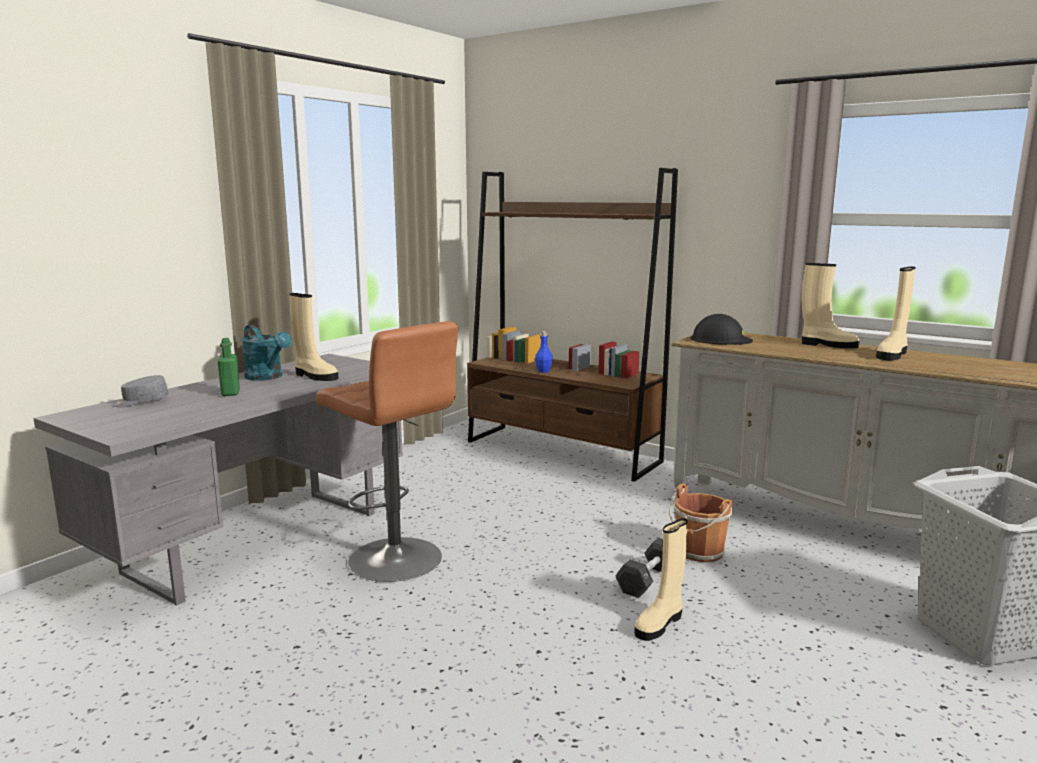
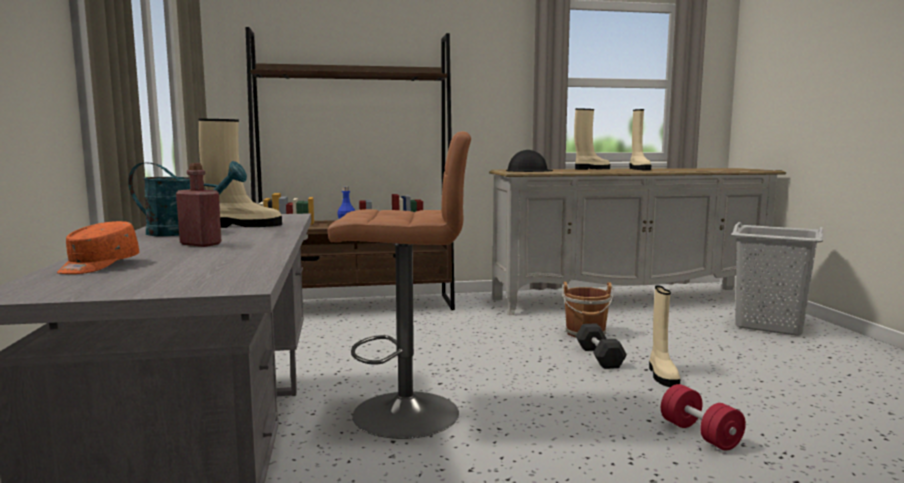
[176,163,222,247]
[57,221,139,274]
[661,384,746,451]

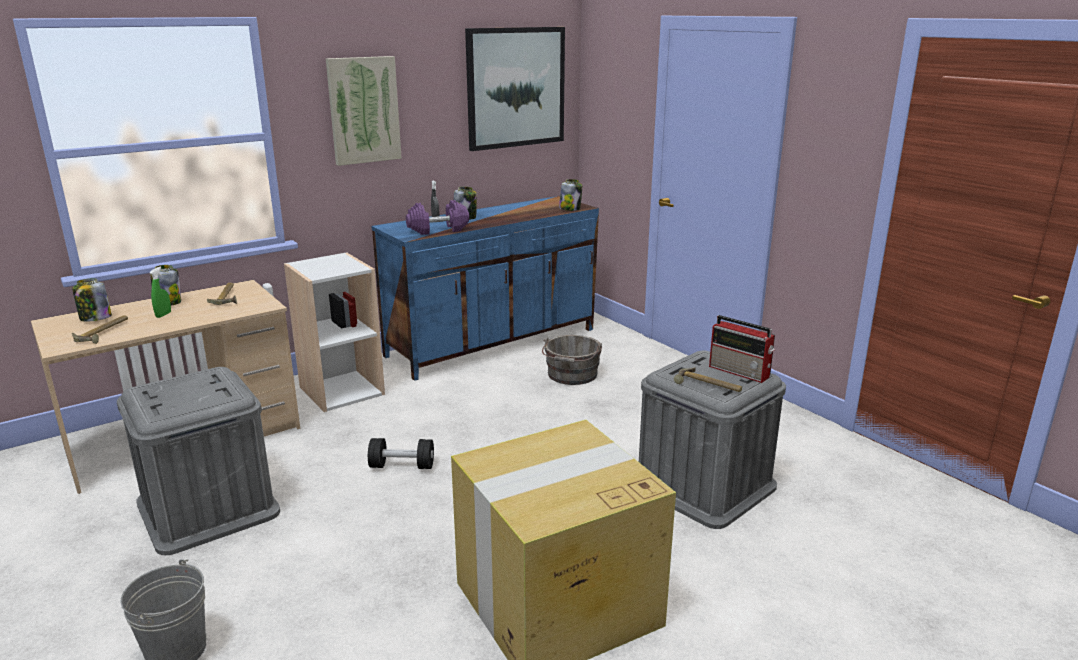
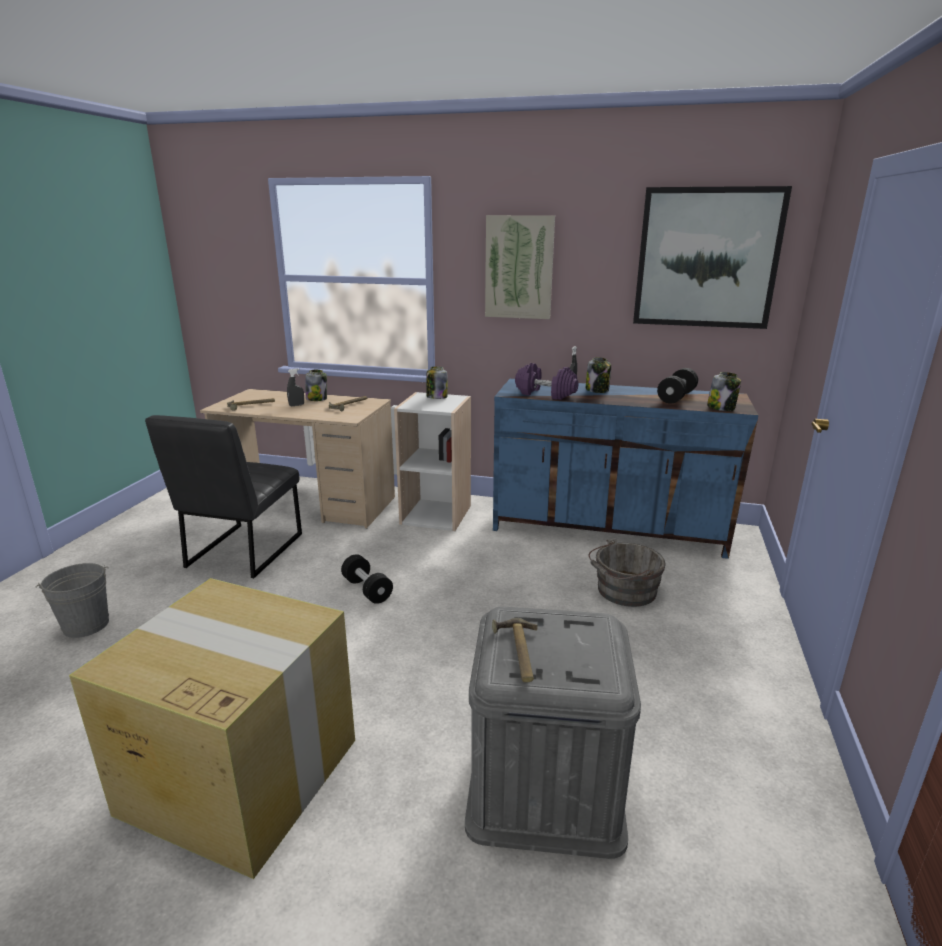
[287,368,304,406]
[426,367,448,399]
[709,315,775,383] (first image)
[145,415,302,578]
[657,368,698,403]

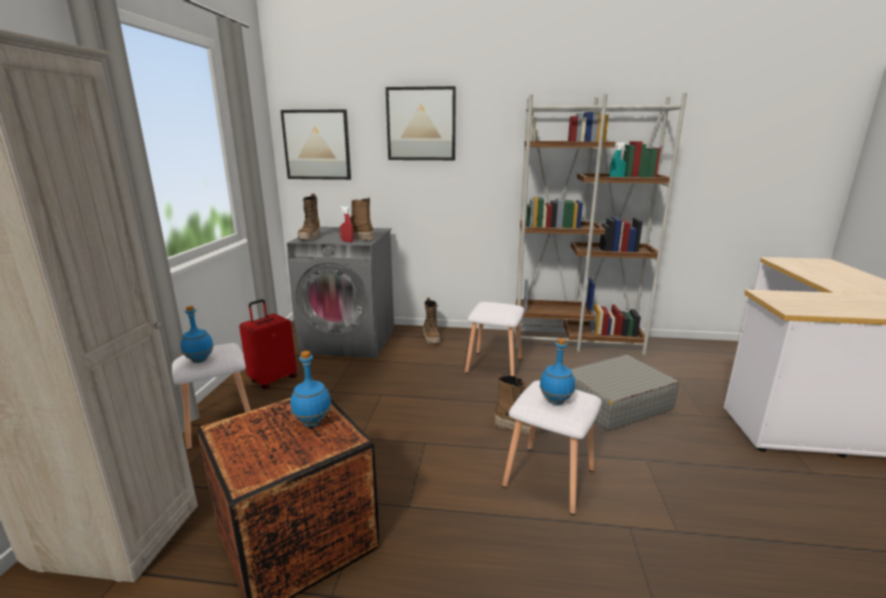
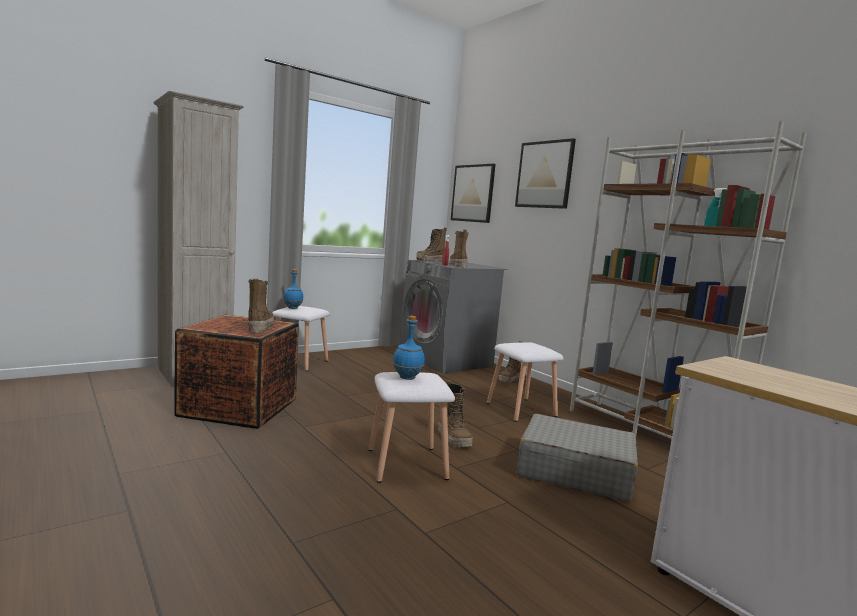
[239,299,297,389] (first image)
[248,279,274,333]

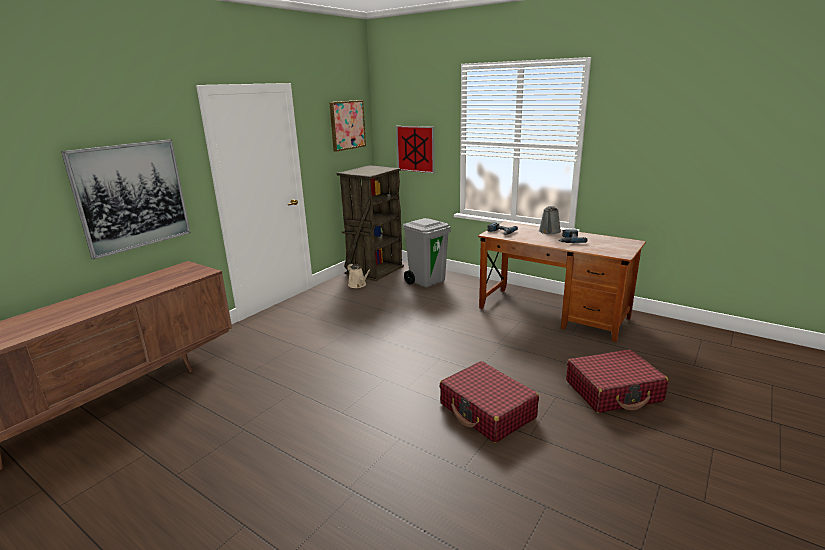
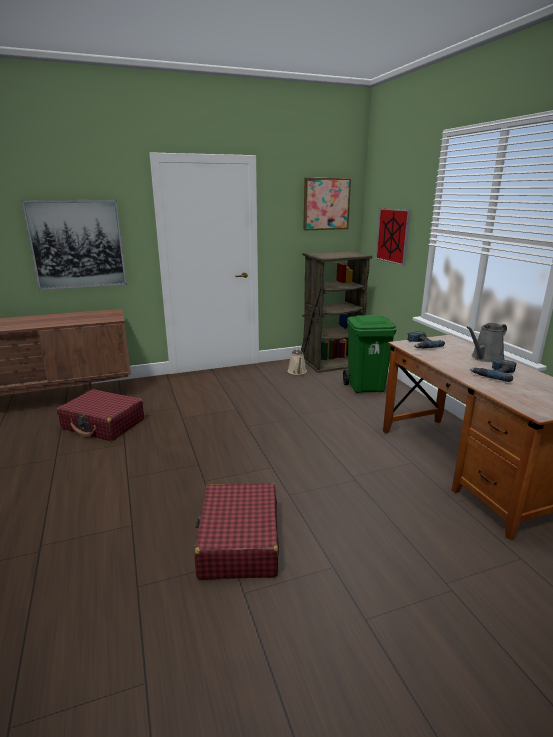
[343,315,396,393]
[57,389,144,441]

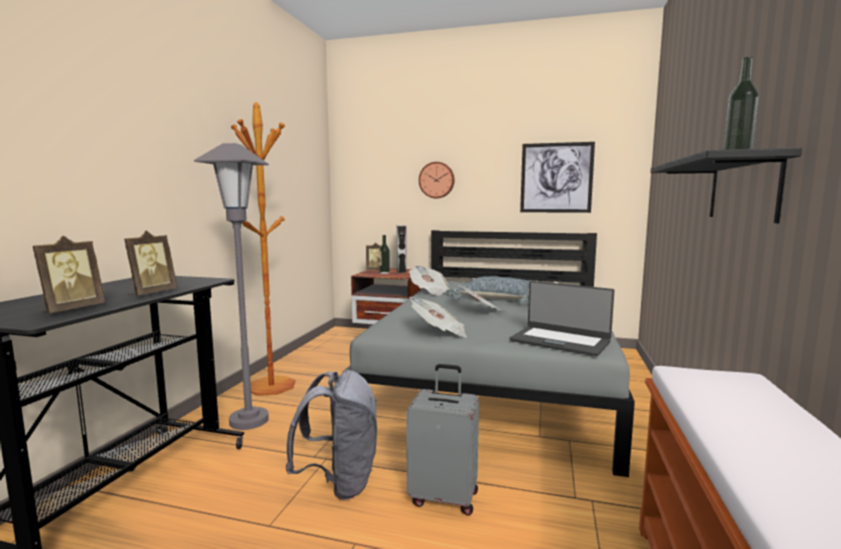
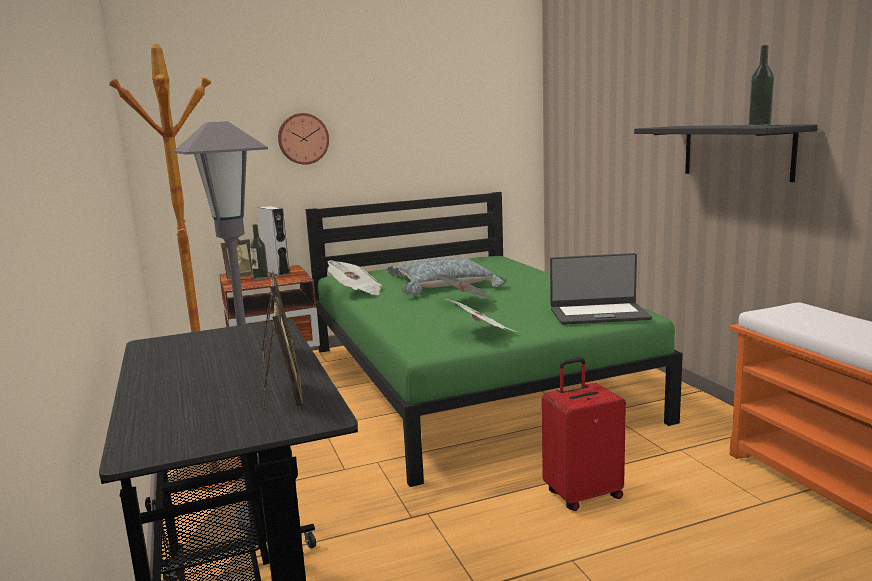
[520,142,595,213] (first image)
[306,192,683,487]
[542,357,626,511]
[285,370,377,500] (first image)

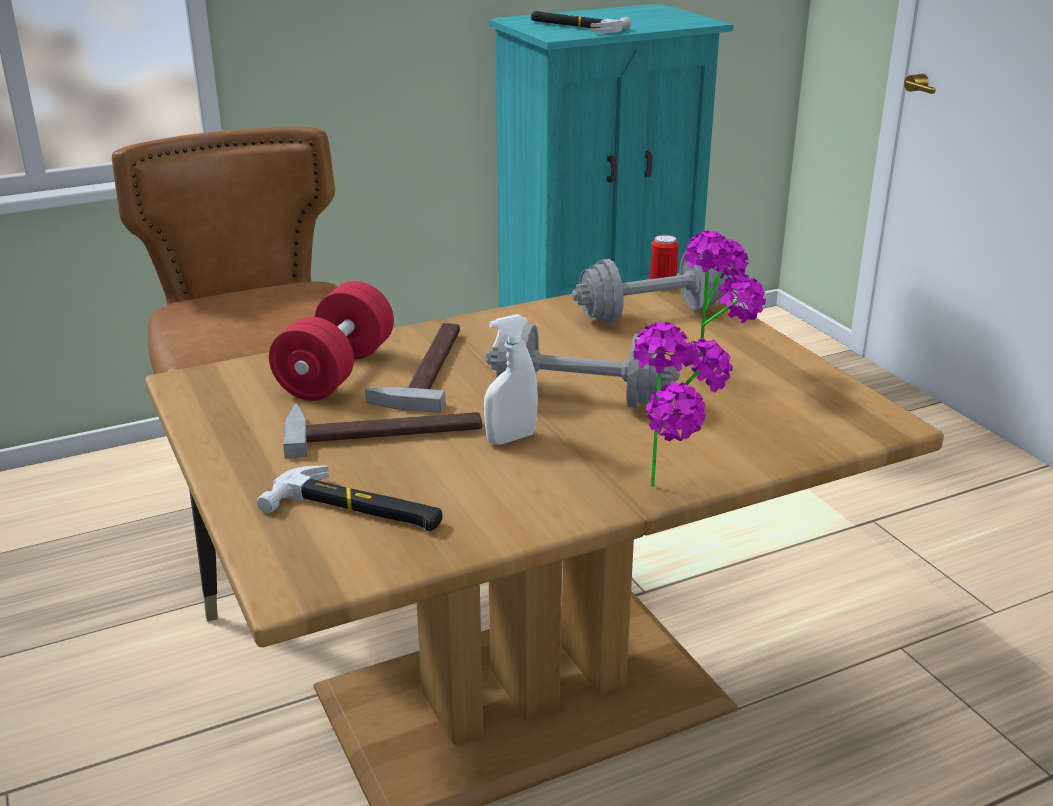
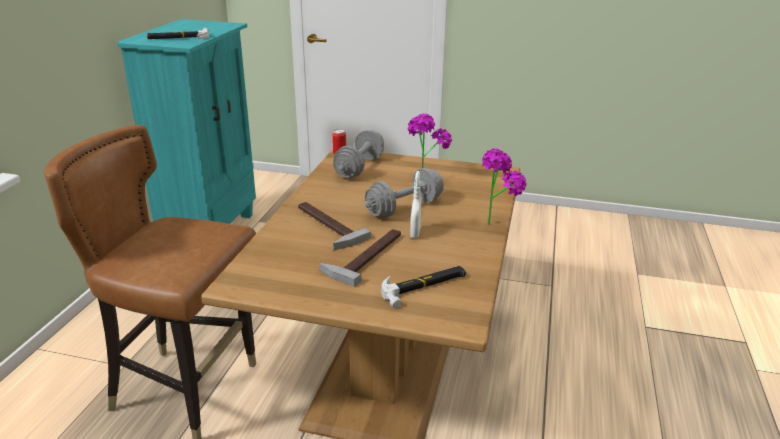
[269,281,394,401] (first image)

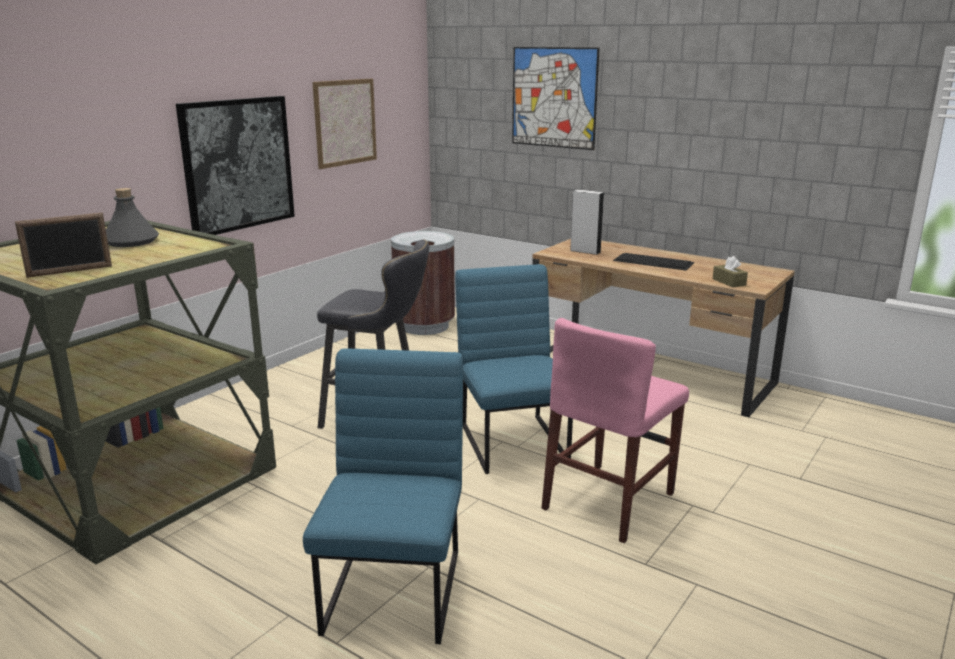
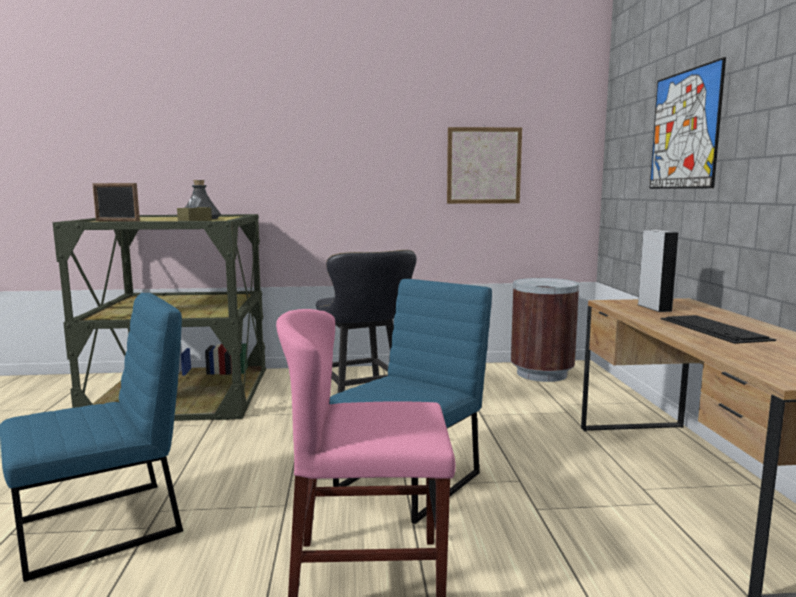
[176,96,295,235] (first image)
[177,195,212,221]

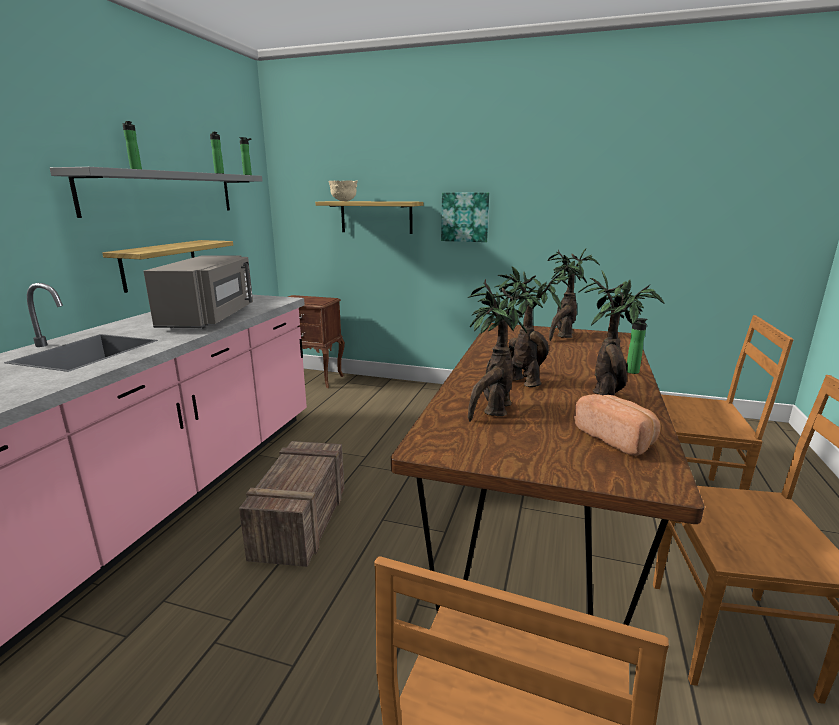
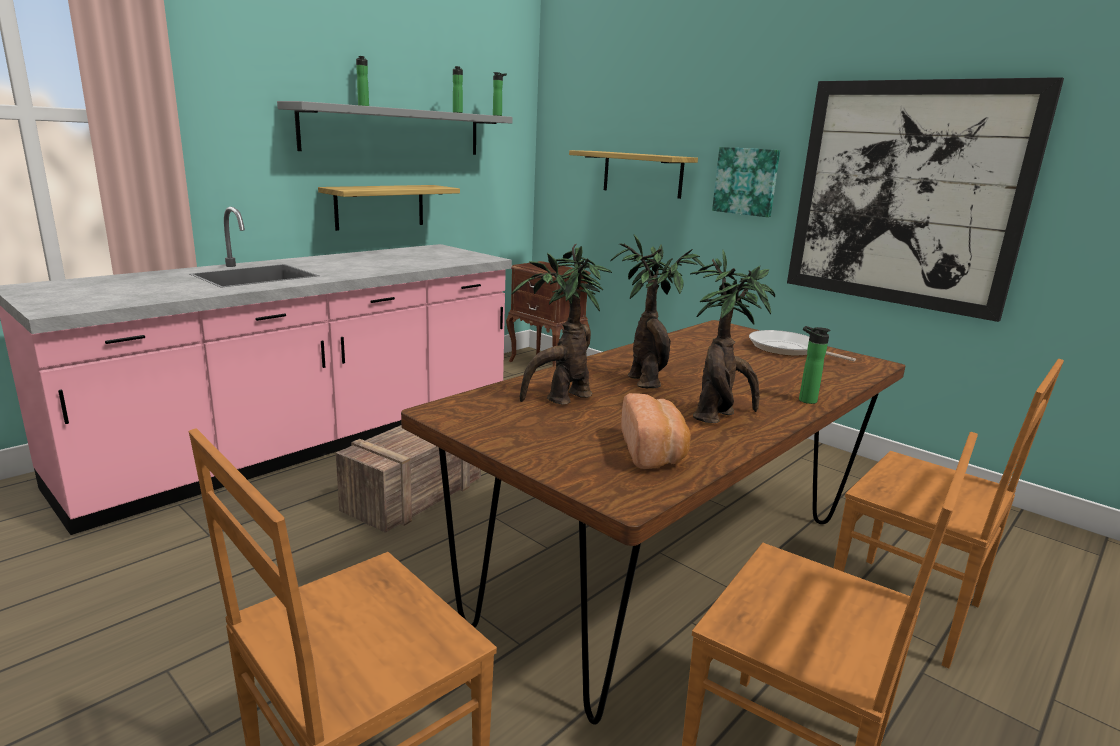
[328,180,358,201] (first image)
[749,330,856,361]
[143,255,253,328] (first image)
[787,77,1064,322]

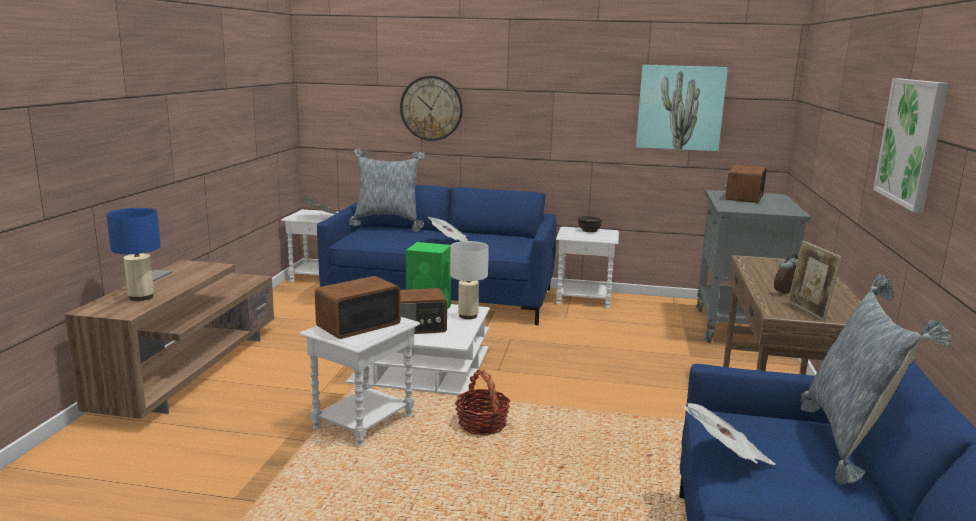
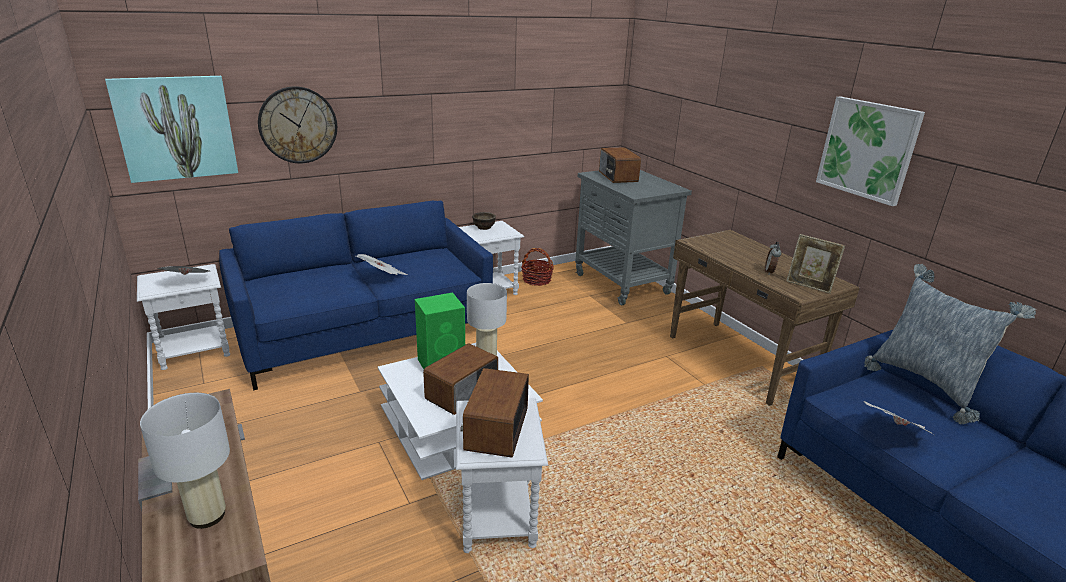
[105,76,238,183]
[349,148,425,232] (first image)
[140,393,230,529]
[521,248,554,286]

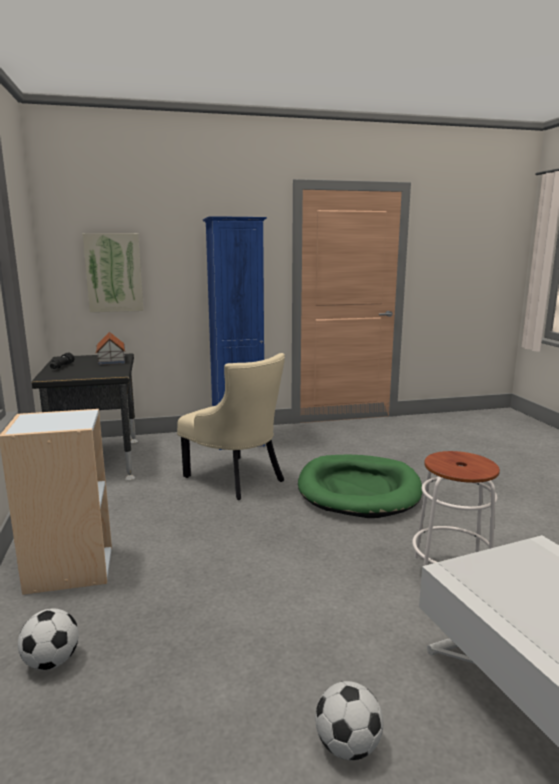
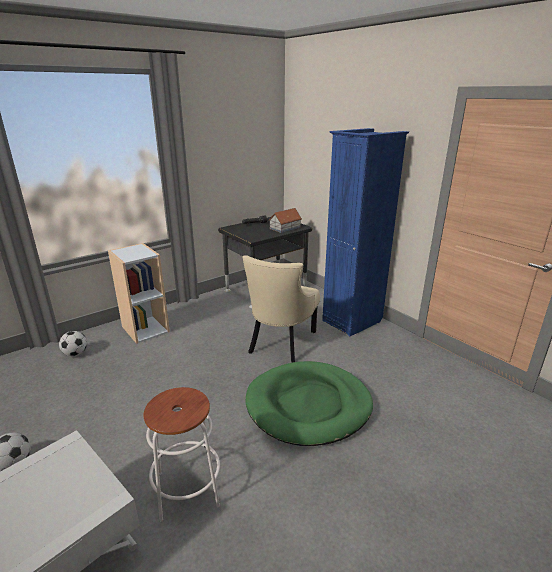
[82,233,144,312] (first image)

